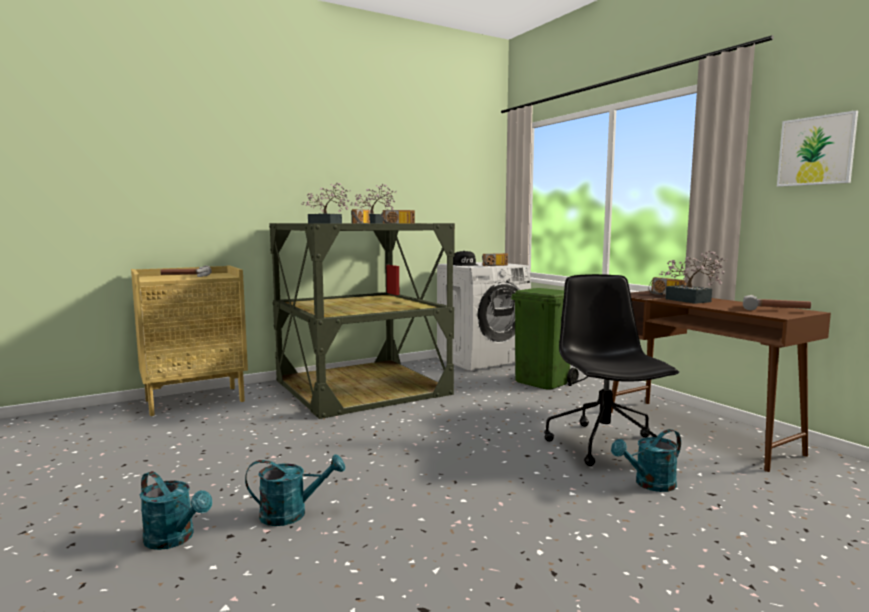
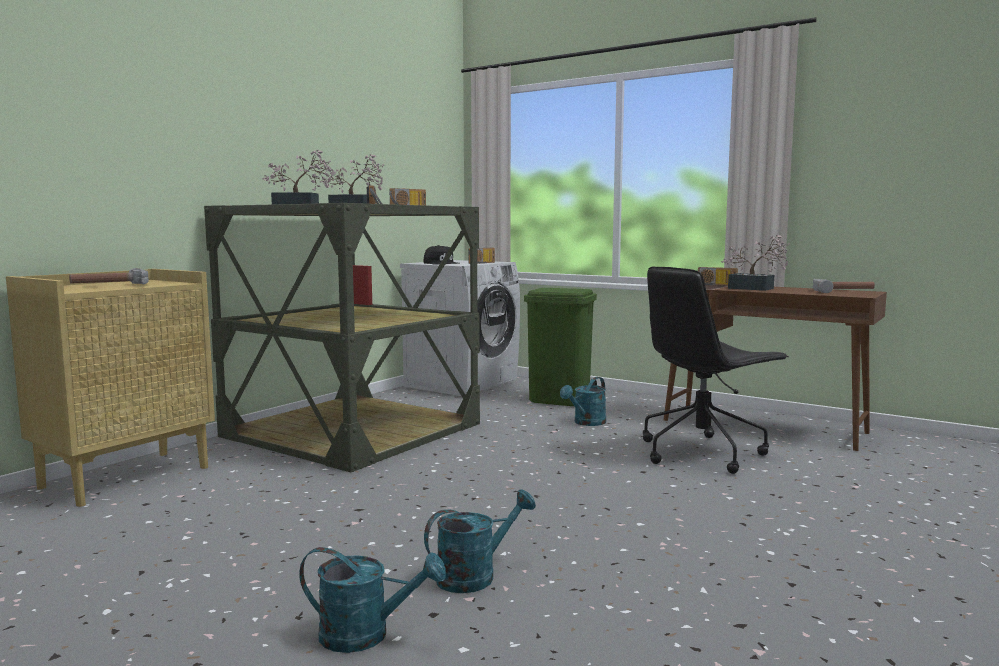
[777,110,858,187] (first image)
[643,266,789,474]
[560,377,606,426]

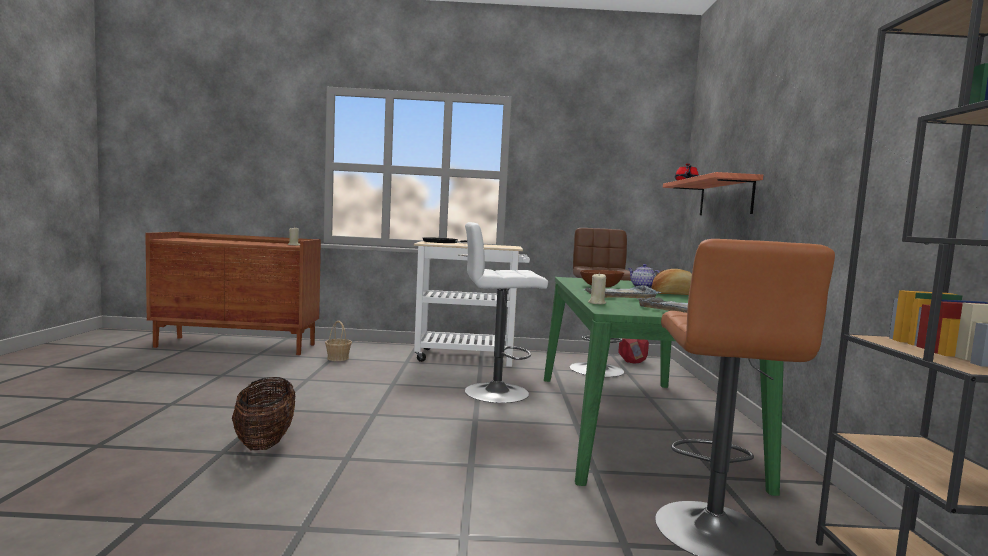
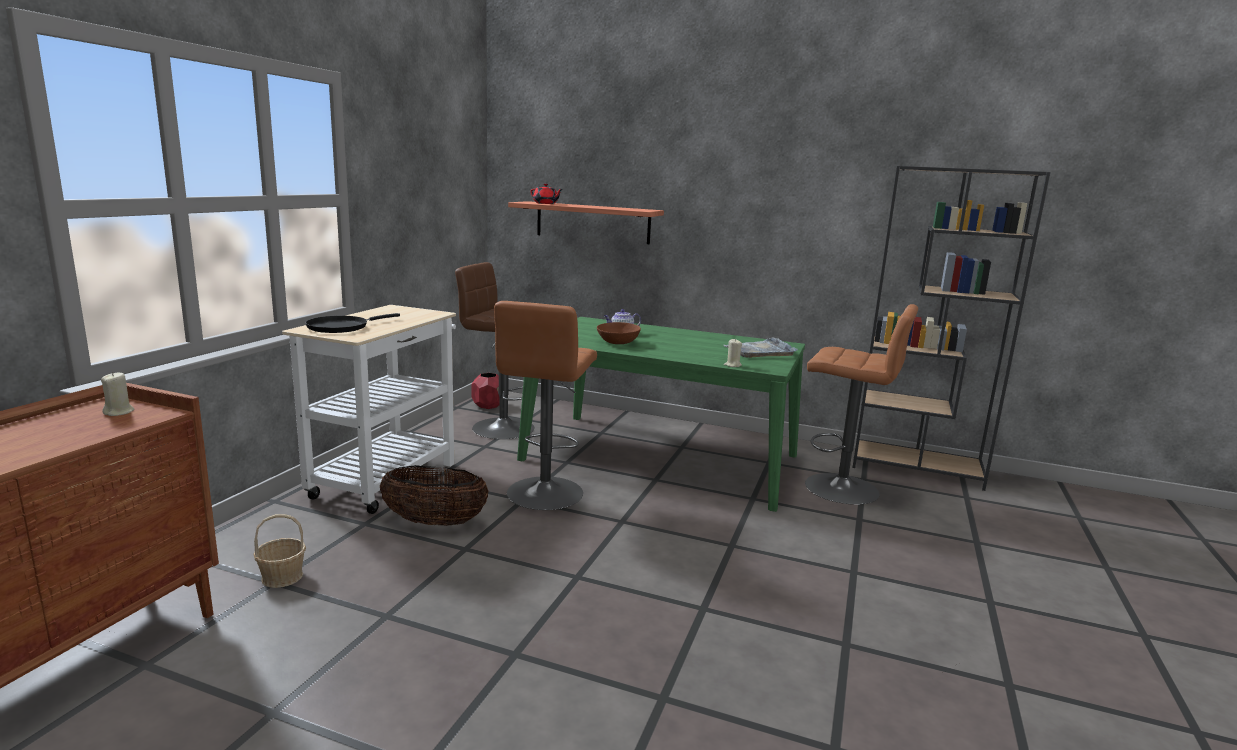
[494,301,597,510]
[652,269,692,295] (first image)
[584,286,661,299] (first image)
[380,465,488,526]

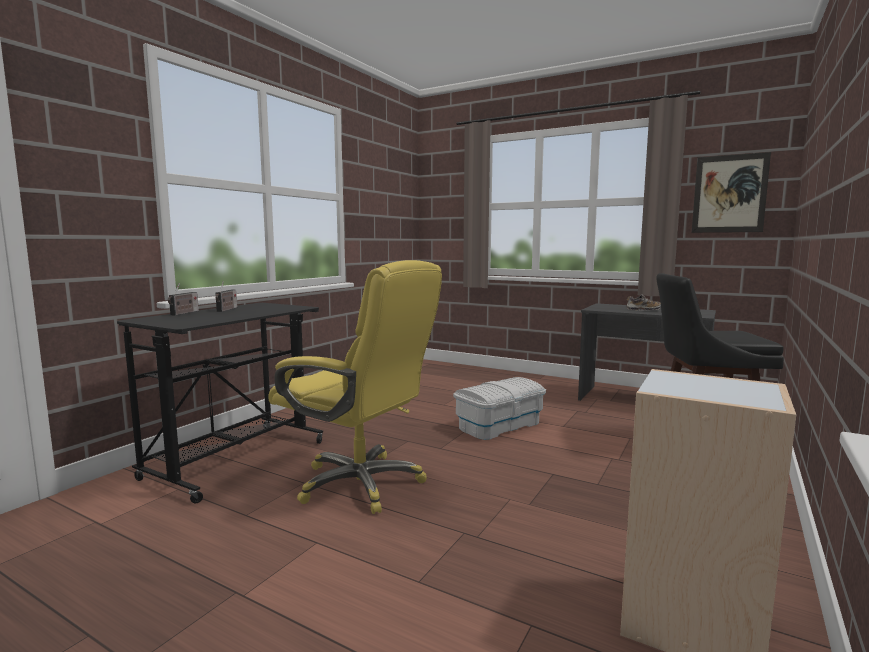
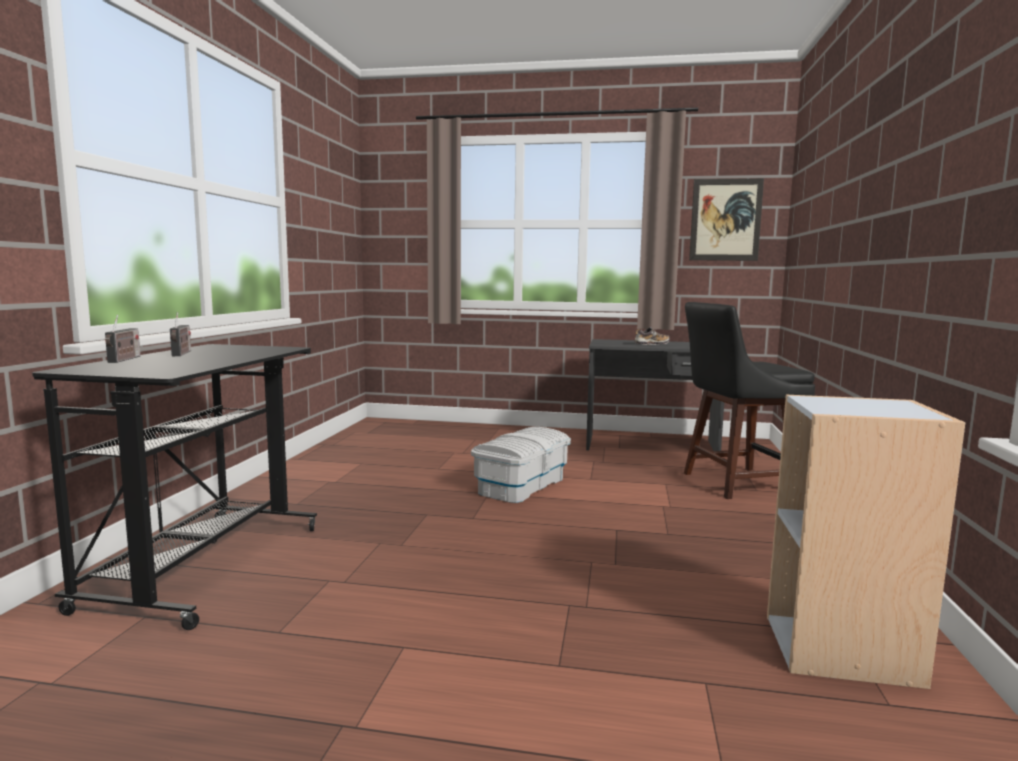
[268,260,442,514] (first image)

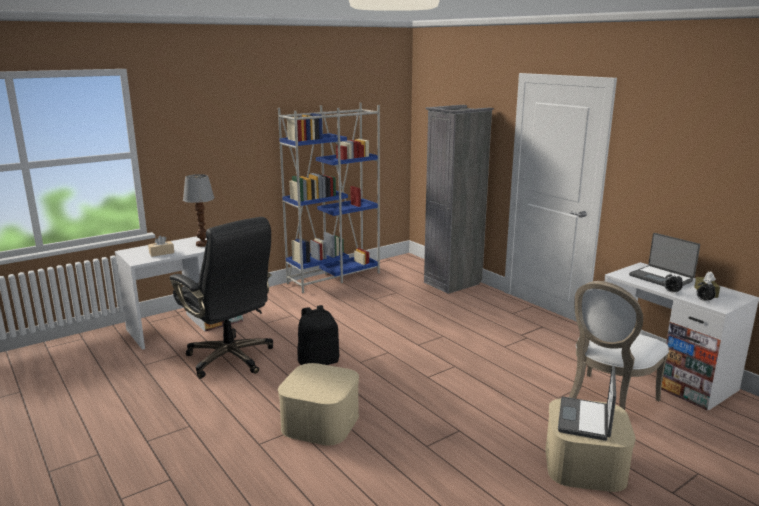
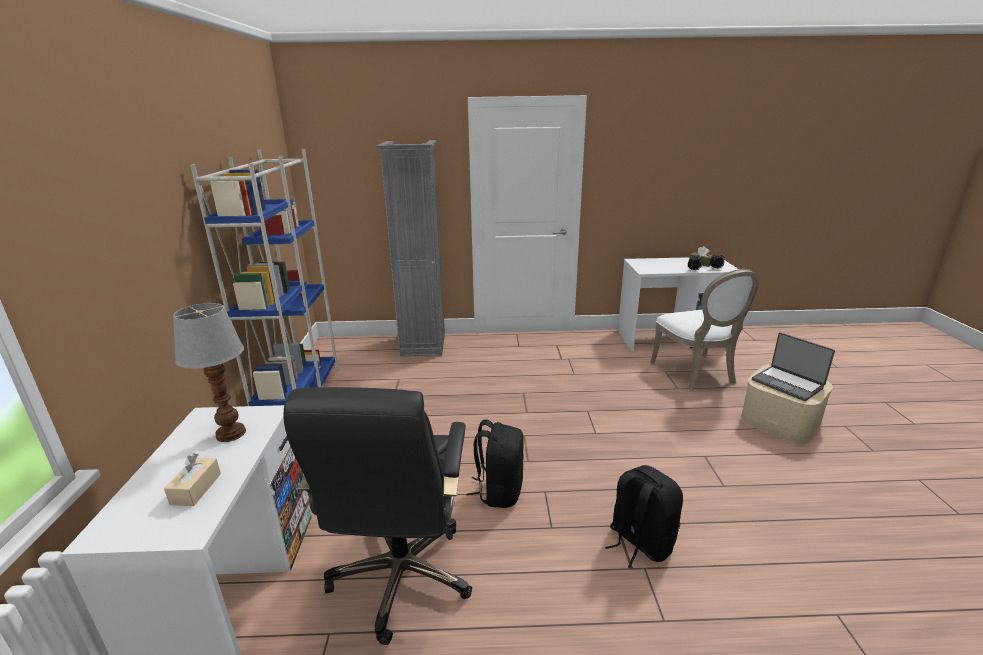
[283,387,472,645]
[629,233,700,286] (first image)
[605,465,683,568]

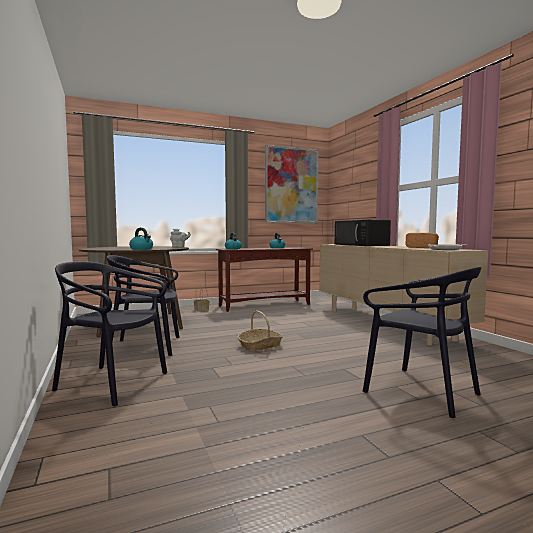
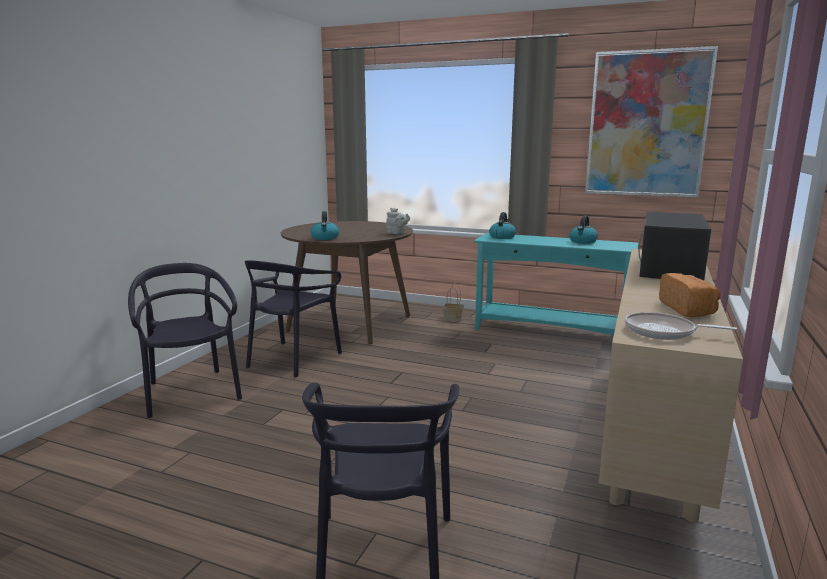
[474,233,639,335]
[245,260,342,377]
[237,310,283,351] (first image)

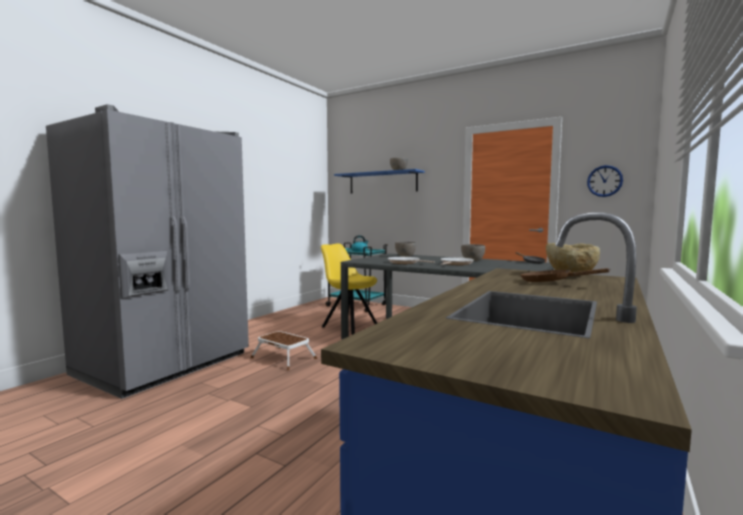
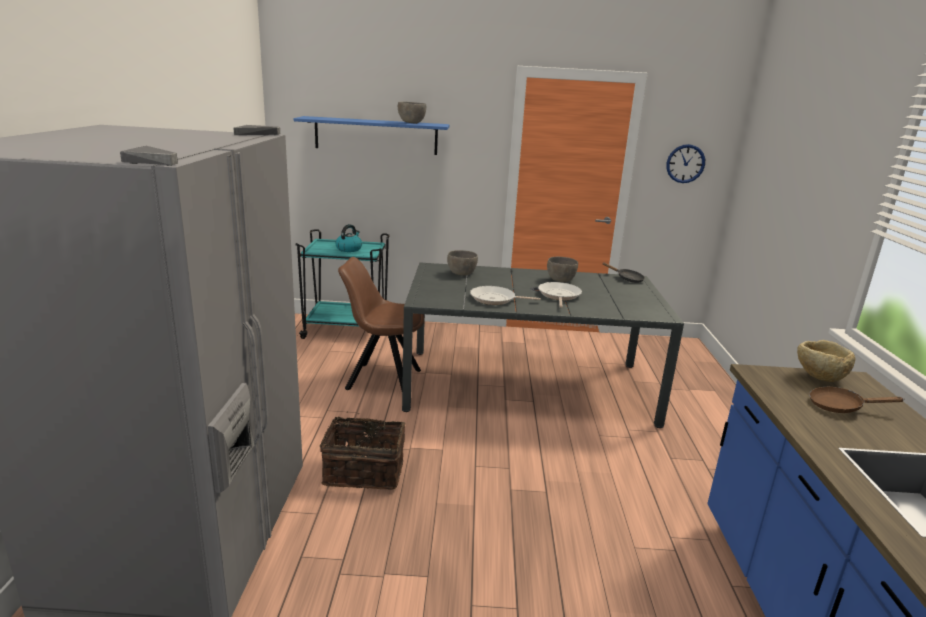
[338,257,425,390]
[320,412,405,490]

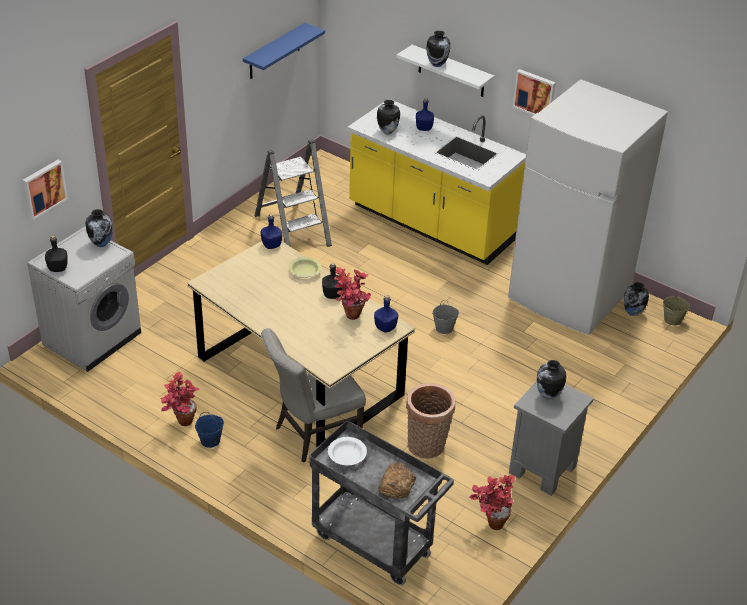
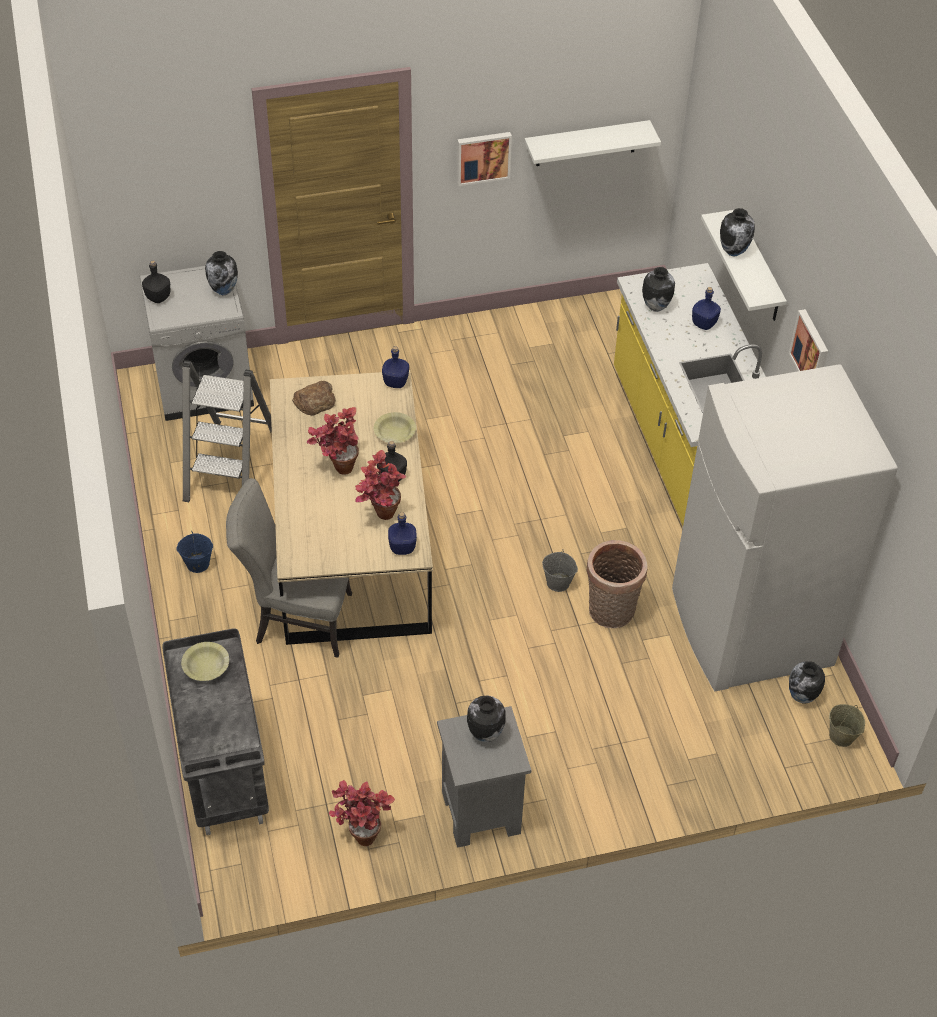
[524,120,661,166]
[182,360,272,502]
[457,132,512,186]
[306,407,359,475]
[586,540,647,628]
[181,642,229,681]
[292,381,335,415]

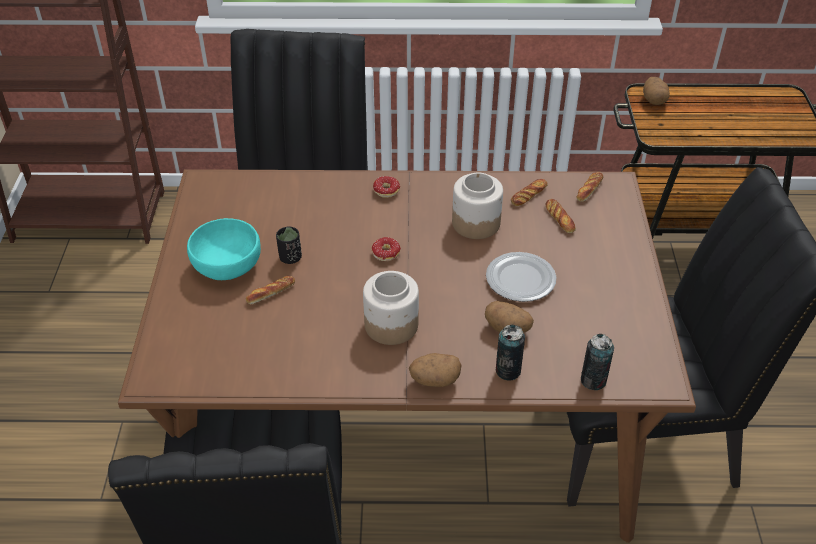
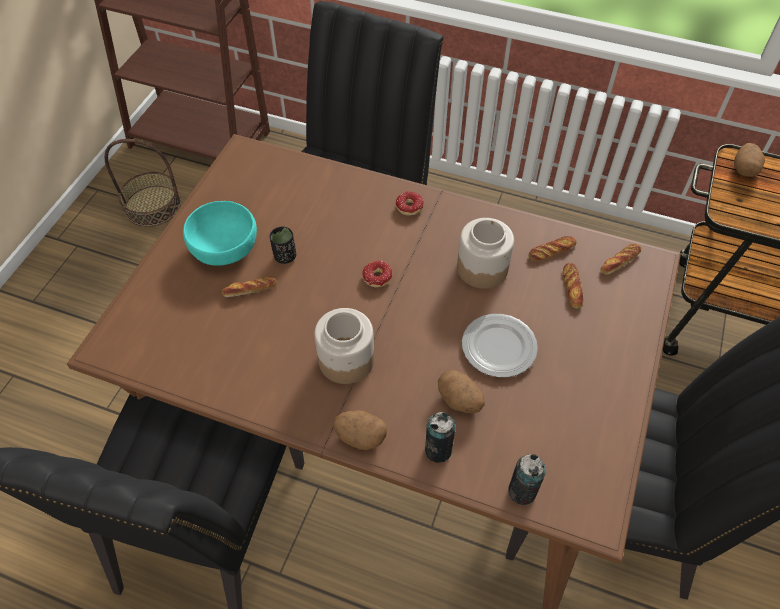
[105,139,181,227]

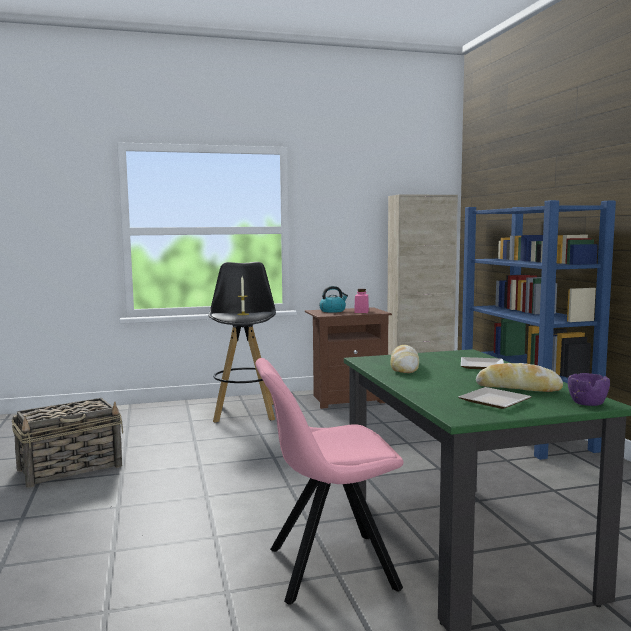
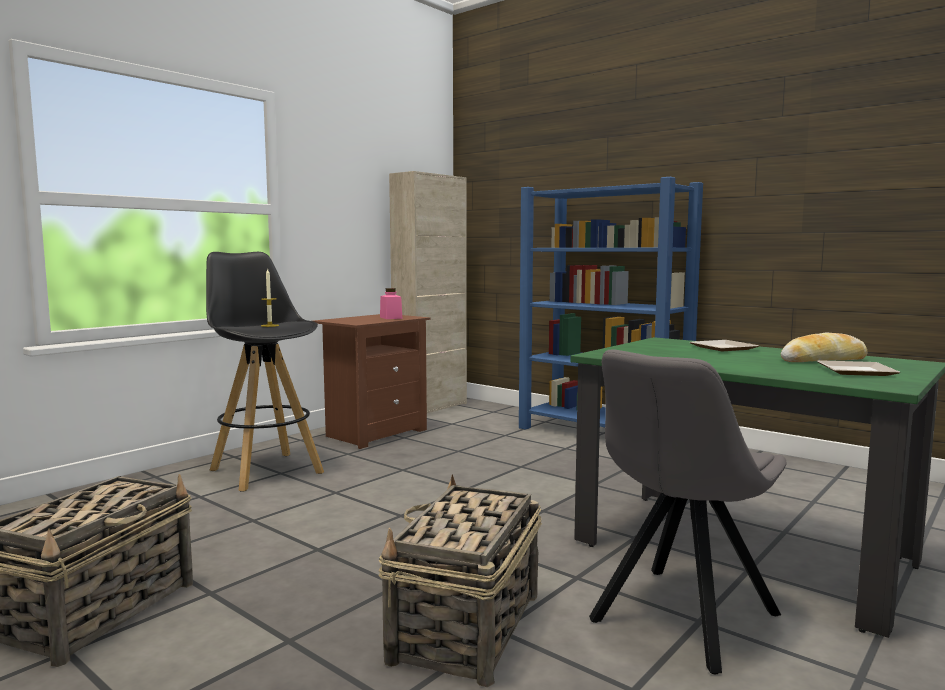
[319,286,348,313] (first image)
[390,345,419,373] (first image)
[589,349,787,674]
[568,373,610,406] (first image)
[379,474,542,687]

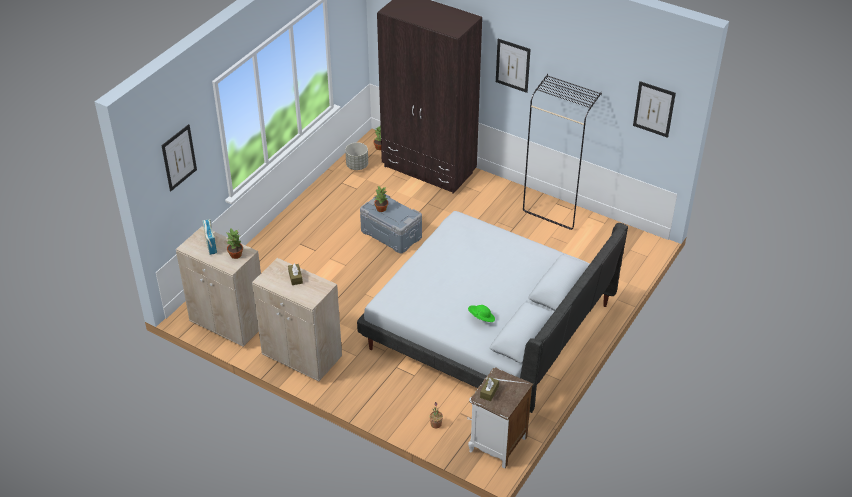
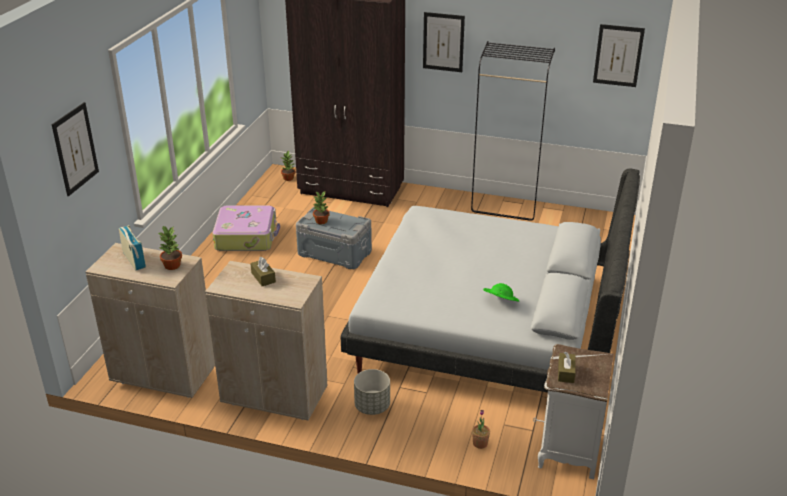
[354,369,390,415]
[213,205,280,251]

